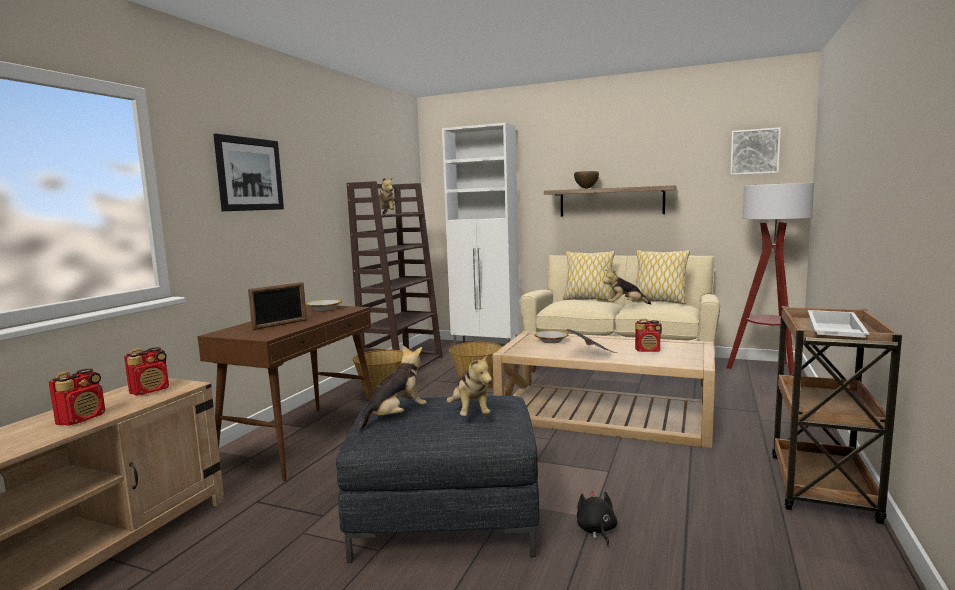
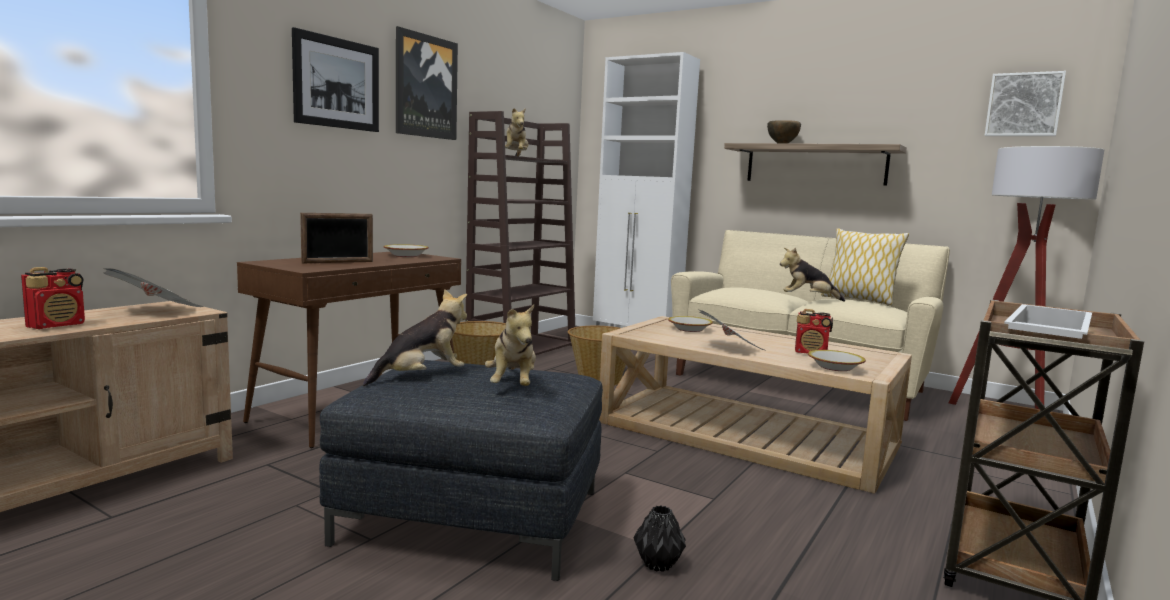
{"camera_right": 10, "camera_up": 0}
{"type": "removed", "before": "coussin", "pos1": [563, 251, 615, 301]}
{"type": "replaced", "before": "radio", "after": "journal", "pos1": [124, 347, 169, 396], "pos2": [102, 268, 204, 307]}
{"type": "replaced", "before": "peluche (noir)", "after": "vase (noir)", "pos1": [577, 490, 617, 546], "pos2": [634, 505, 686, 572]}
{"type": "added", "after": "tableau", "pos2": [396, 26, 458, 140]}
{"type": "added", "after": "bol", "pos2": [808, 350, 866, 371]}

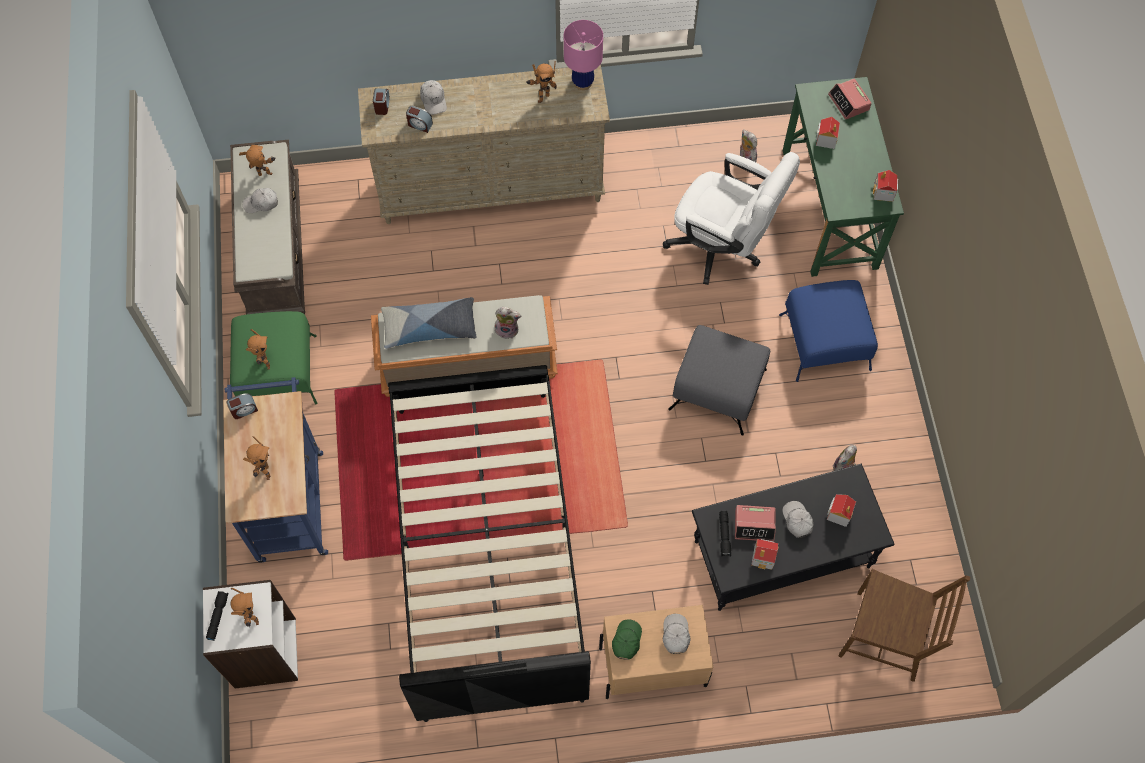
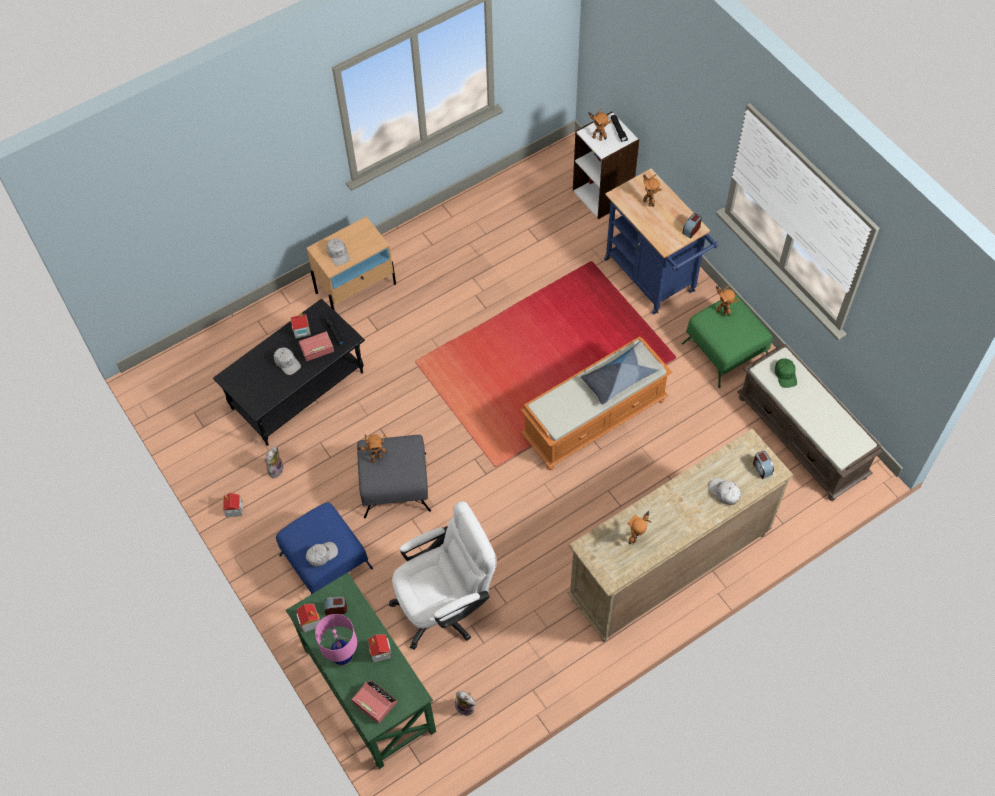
{"camera_right": 155, "camera_up": -5}
{"type": "moved", "before": "lampe de table (rose)", "pos1": [564, 20, 603, 90], "pos2": [315, 614, 357, 666]}
{"type": "moved", "before": "réveil", "pos1": [406, 106, 433, 133], "pos2": [324, 596, 347, 615]}
{"type": "moved", "before": "robot jouet", "pos1": [239, 145, 276, 176], "pos2": [358, 433, 387, 463]}
{"type": "turned", "before": "chaise de bureau (blanc)", "pos1": [663, 152, 800, 285], "pos2": [389, 501, 497, 650], "turn": 150}
{"type": "moved", "before": "casquette (blanc)", "pos1": [242, 188, 278, 213], "pos2": [306, 542, 338, 567]}
{"type": "removed", "before": "peluche", "pos1": [495, 307, 521, 339]}
{"type": "removed", "before": "lit (noir)", "pos1": [388, 365, 591, 722]}
{"type": "moved", "before": "maison miniature", "pos1": [827, 494, 856, 527], "pos2": [223, 493, 243, 517]}
{"type": "removed", "before": "chaise (marron)", "pos1": [838, 569, 970, 682]}
{"type": "moved", "before": "casquette (vert)", "pos1": [612, 619, 642, 659], "pos2": [775, 358, 797, 388]}

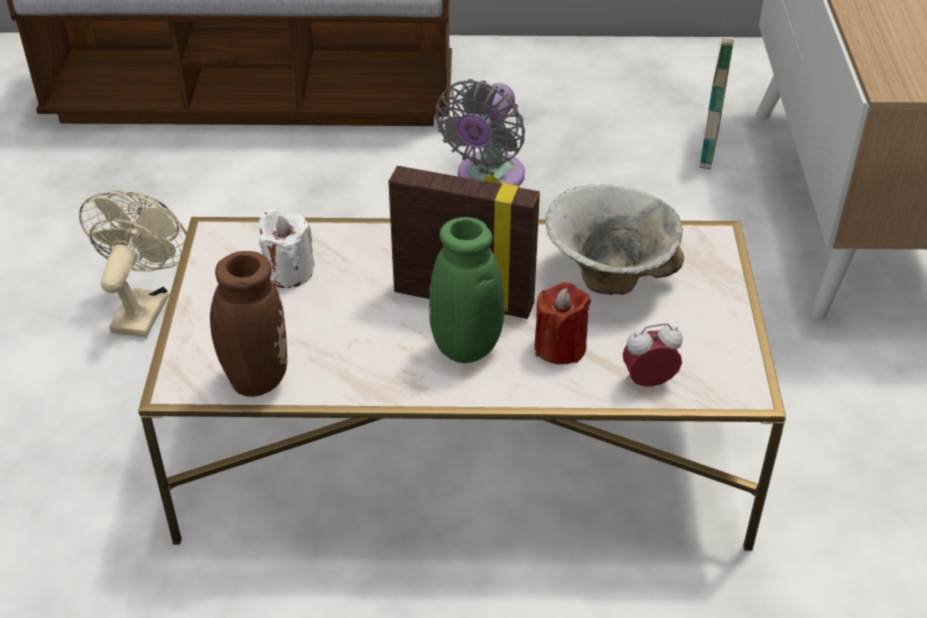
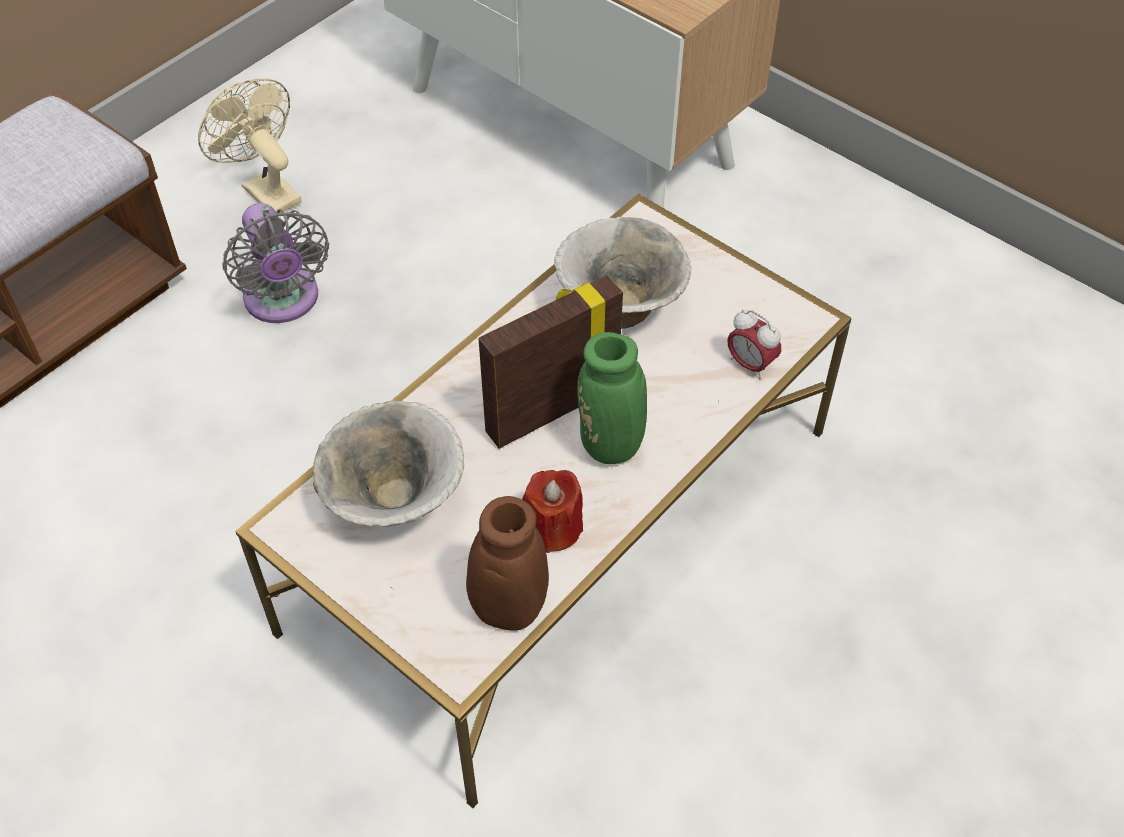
{"camera_right": -50, "camera_up": 10}
{"type": "removed", "before": "panier", "pos1": [700, 19, 736, 169]}
{"type": "moved", "before": "ventilateur (beige)", "pos1": [79, 191, 187, 337], "pos2": [198, 78, 301, 213]}
{"type": "replaced", "before": "bougie (blanc)", "after": "bol", "pos1": [259, 208, 315, 288], "pos2": [312, 400, 464, 526]}
{"type": "moved", "before": "bougie (rouge)", "pos1": [535, 282, 591, 365], "pos2": [522, 470, 583, 553]}
{"type": "turned", "before": "réveil", "pos1": [623, 323, 683, 387], "pos2": [727, 310, 781, 379], "turn": -75}

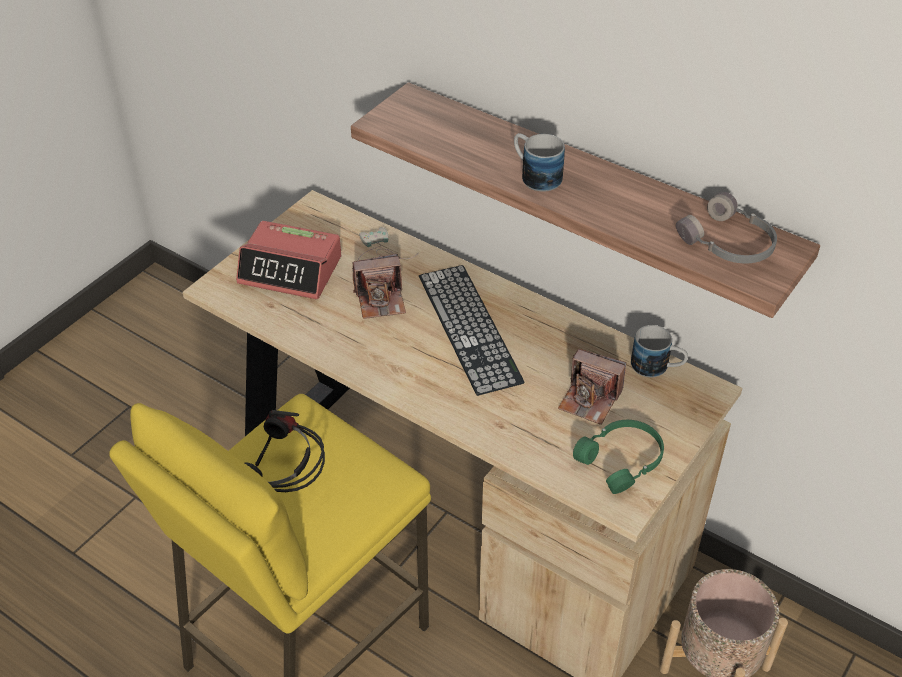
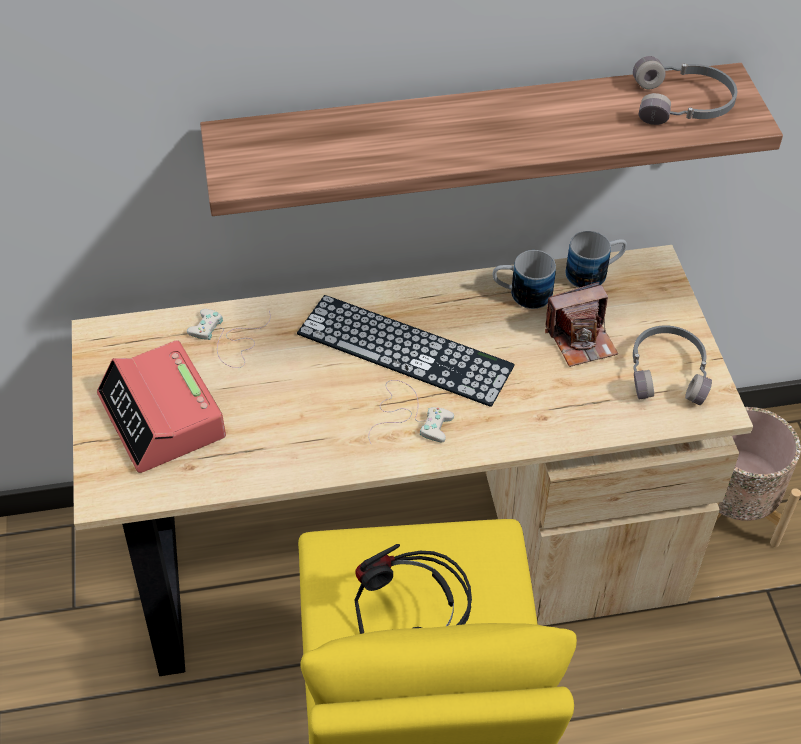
{"camera_right": -45, "camera_up": 5}
{"type": "moved", "before": "mug", "pos1": [514, 133, 565, 192], "pos2": [493, 250, 556, 309]}
{"type": "turned", "before": "réveil", "pos1": [236, 221, 341, 299], "pos2": [97, 340, 226, 473], "turn": 90}
{"type": "removed", "before": "appareil photo", "pos1": [352, 254, 406, 319]}
{"type": "recoloured", "before": "casque audio (vert)", "after": "casque audio (gris)", "pos1": [573, 420, 664, 494], "pos2": [633, 325, 712, 405]}
{"type": "added", "after": "manette (blanc)", "pos2": [368, 380, 454, 445]}

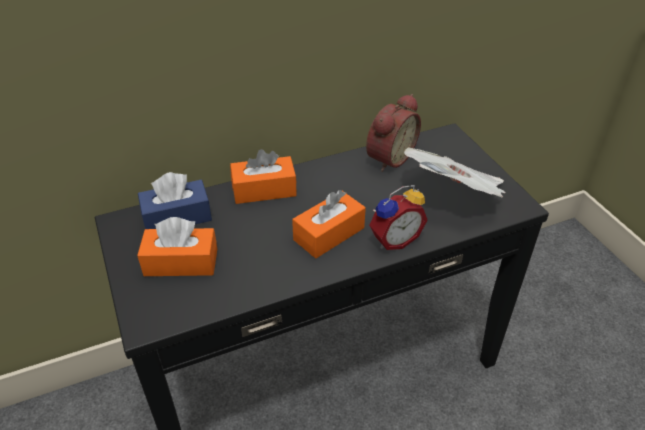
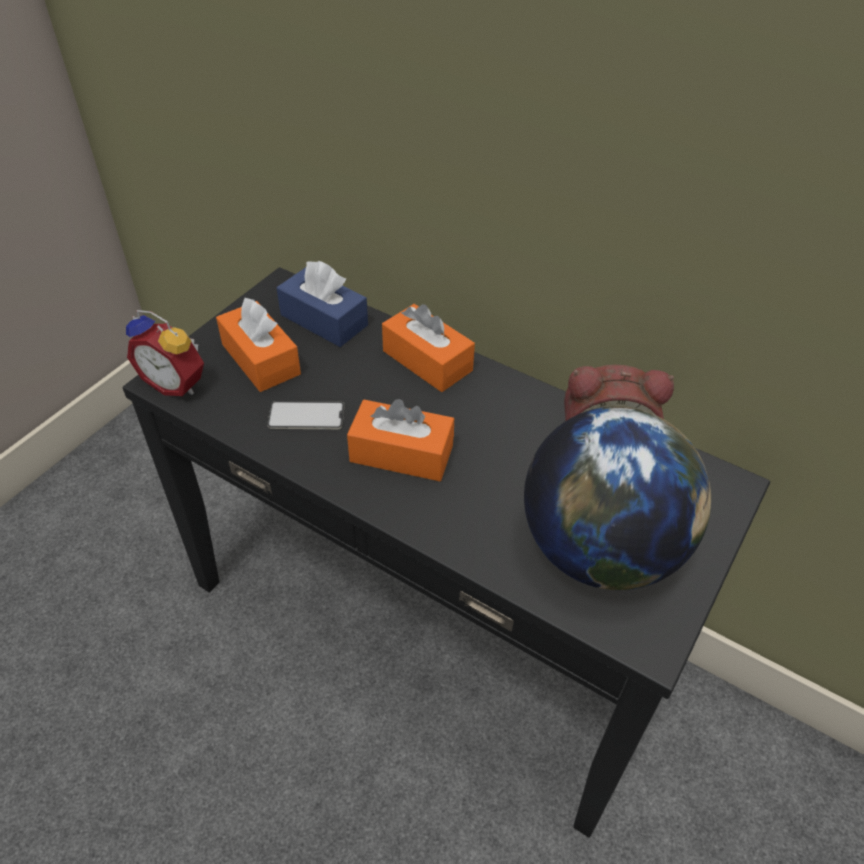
{"camera_right": 55, "camera_up": 5}
{"type": "replaced", "before": "journal", "after": "globe", "pos1": [404, 148, 506, 197], "pos2": [524, 406, 711, 590]}
{"type": "moved", "before": "réveil", "pos1": [369, 185, 427, 250], "pos2": [126, 310, 204, 396]}
{"type": "added", "after": "téléphone", "pos2": [267, 401, 344, 429]}

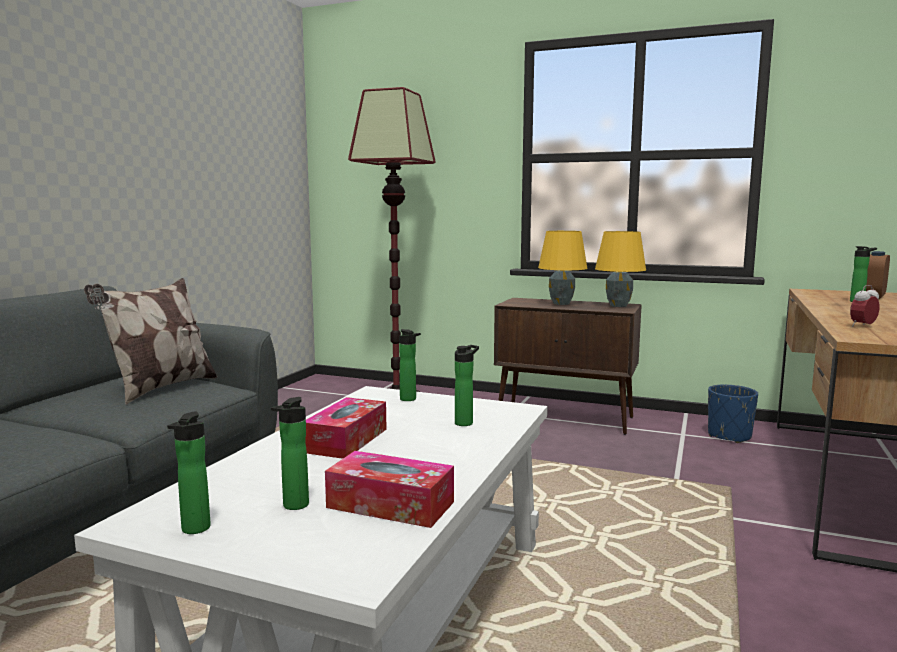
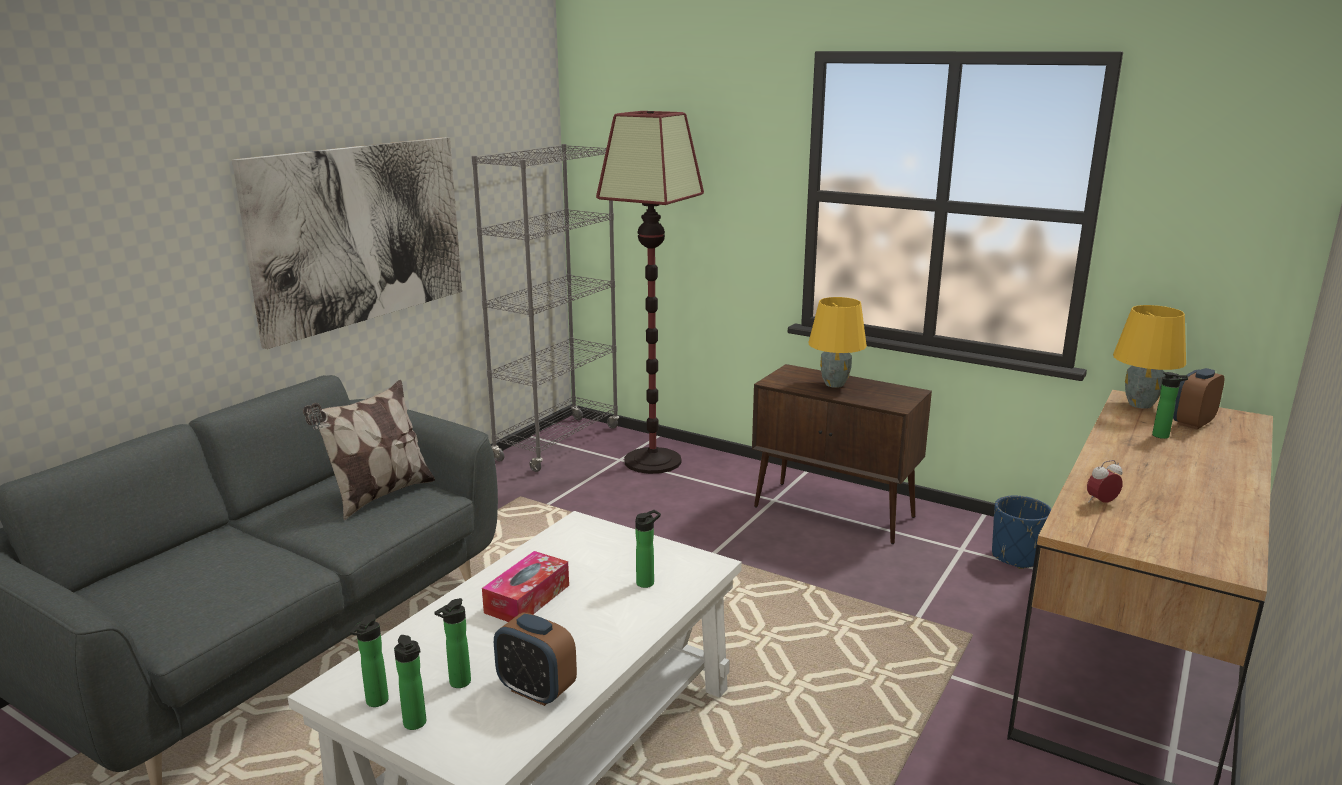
{"camera_right": 10, "camera_up": 10}
{"type": "moved", "before": "lampe de table (jaune)", "pos1": [595, 231, 646, 307], "pos2": [1113, 305, 1186, 409]}
{"type": "moved", "before": "bouteille", "pos1": [399, 329, 421, 401], "pos2": [394, 635, 426, 730]}
{"type": "replaced", "before": "boîte à mouchoirs", "after": "réveil", "pos1": [325, 451, 454, 528], "pos2": [494, 612, 577, 706]}
{"type": "added", "after": "tableau", "pos2": [232, 137, 462, 349]}
{"type": "added", "after": "bibliothèque (gris)", "pos2": [472, 144, 619, 472]}

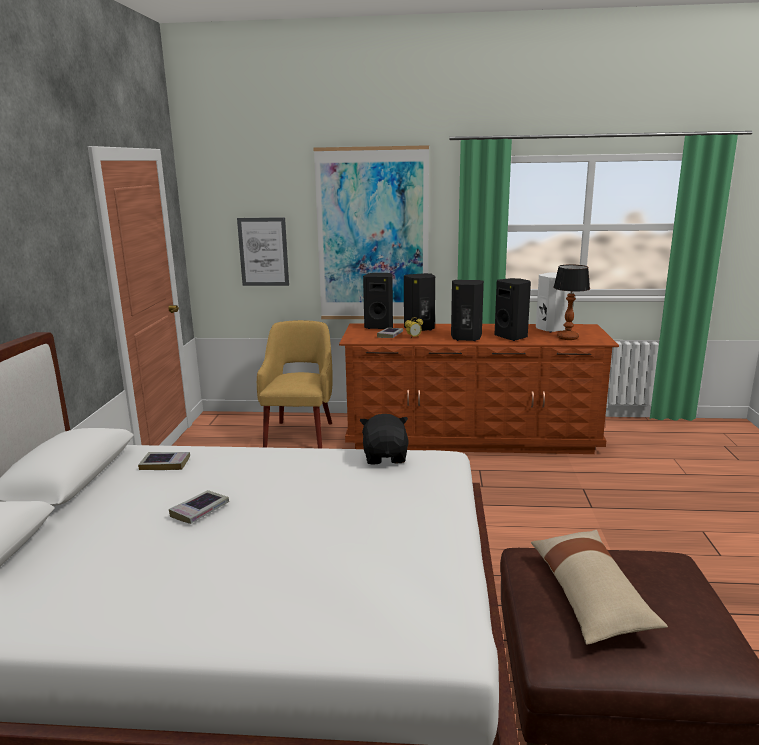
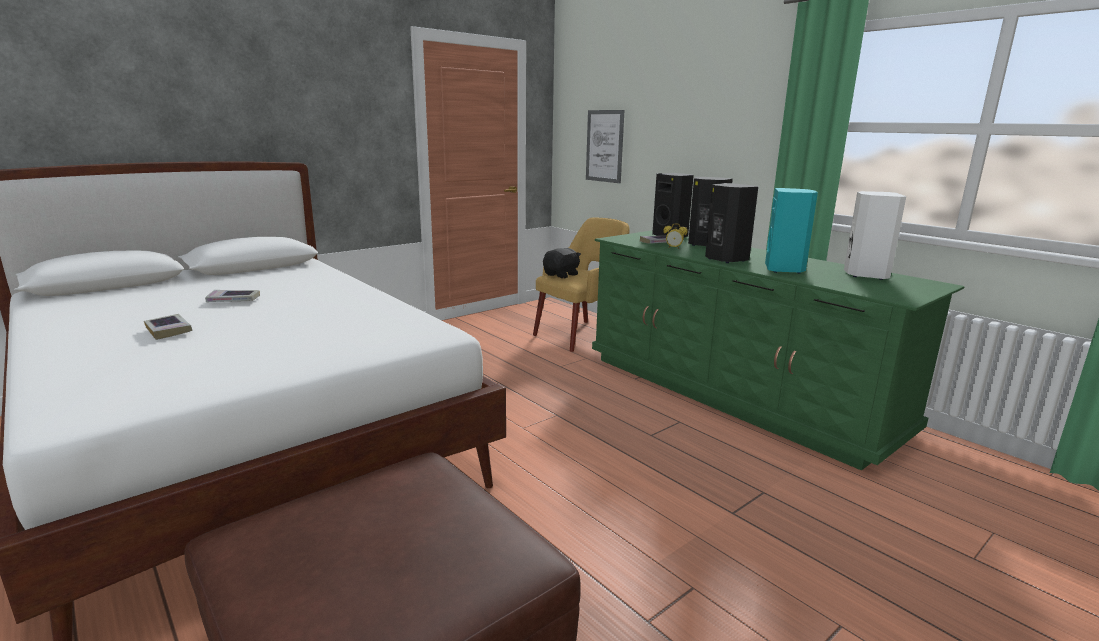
{"camera_right": 45, "camera_up": 0}
{"type": "removed", "before": "tableau", "pos1": [313, 145, 429, 319]}
{"type": "removed", "before": "lampe de table", "pos1": [553, 264, 590, 340]}
{"type": "recoloured", "before": "enceinte (noir)", "after": "enceinte (turquoise)", "pos1": [494, 278, 531, 341], "pos2": [765, 188, 818, 273]}
{"type": "recoloured", "before": "commode (marron)", "after": "commode (vert)", "pos1": [339, 323, 619, 454], "pos2": [592, 230, 965, 471]}
{"type": "moved", "before": "peluche (noir)", "pos1": [360, 414, 409, 464], "pos2": [543, 248, 581, 279]}
{"type": "moved", "before": "livre", "pos1": [138, 452, 190, 470], "pos2": [144, 314, 192, 340]}
{"type": "removed", "before": "coussin (beige)", "pos1": [531, 530, 668, 644]}

